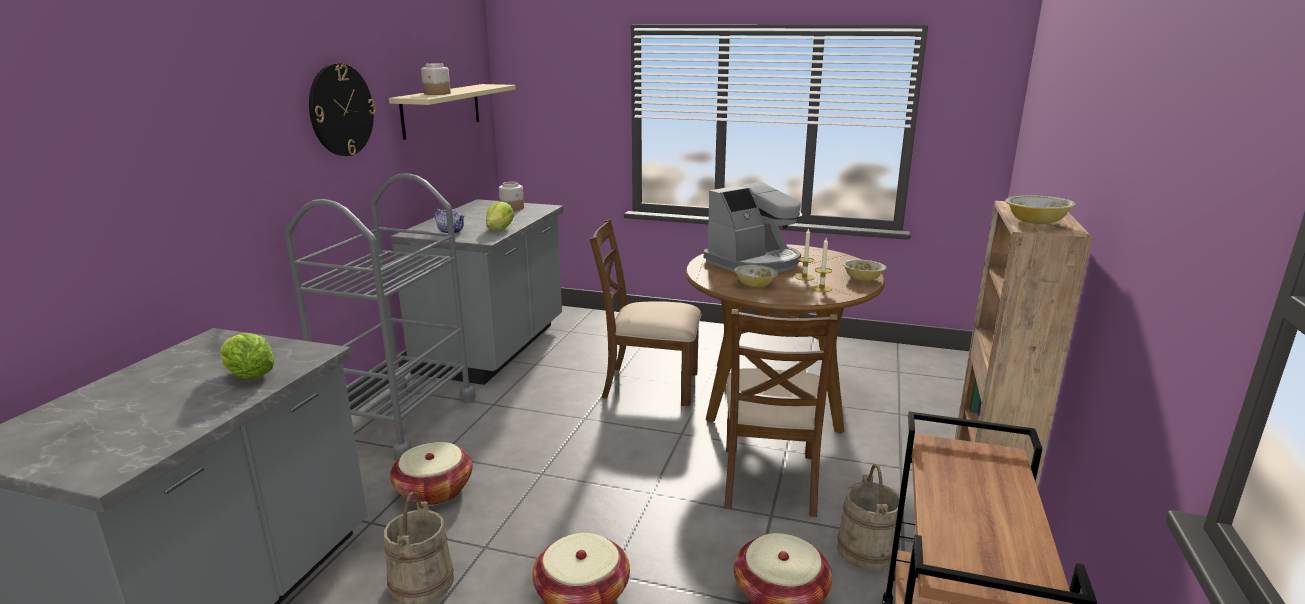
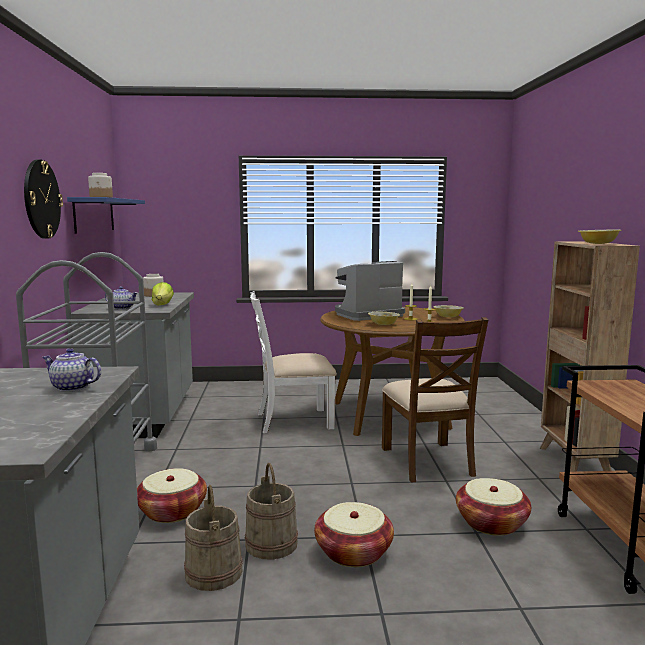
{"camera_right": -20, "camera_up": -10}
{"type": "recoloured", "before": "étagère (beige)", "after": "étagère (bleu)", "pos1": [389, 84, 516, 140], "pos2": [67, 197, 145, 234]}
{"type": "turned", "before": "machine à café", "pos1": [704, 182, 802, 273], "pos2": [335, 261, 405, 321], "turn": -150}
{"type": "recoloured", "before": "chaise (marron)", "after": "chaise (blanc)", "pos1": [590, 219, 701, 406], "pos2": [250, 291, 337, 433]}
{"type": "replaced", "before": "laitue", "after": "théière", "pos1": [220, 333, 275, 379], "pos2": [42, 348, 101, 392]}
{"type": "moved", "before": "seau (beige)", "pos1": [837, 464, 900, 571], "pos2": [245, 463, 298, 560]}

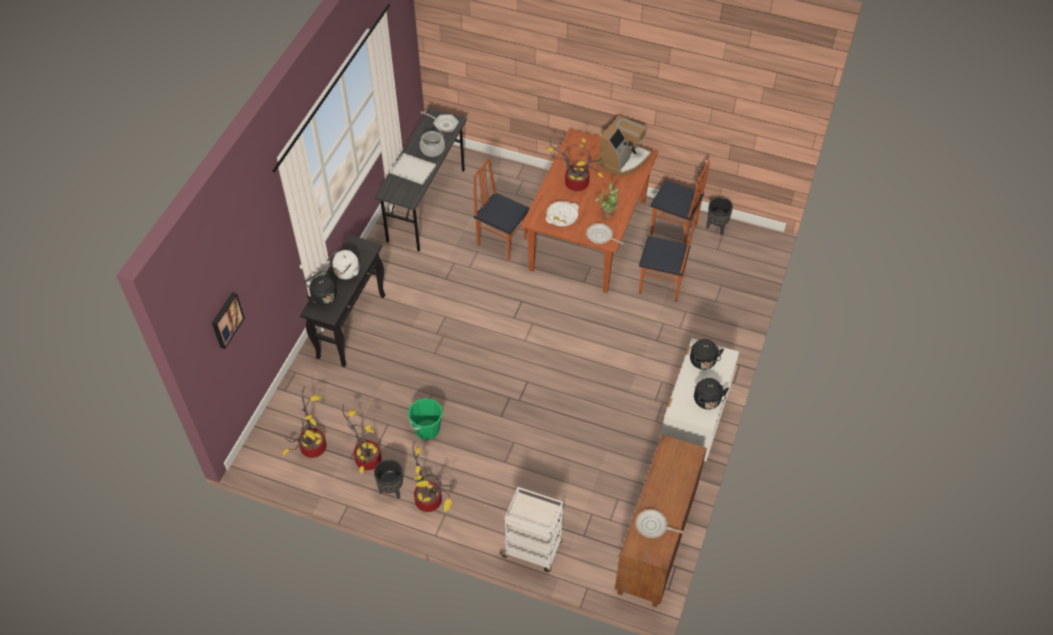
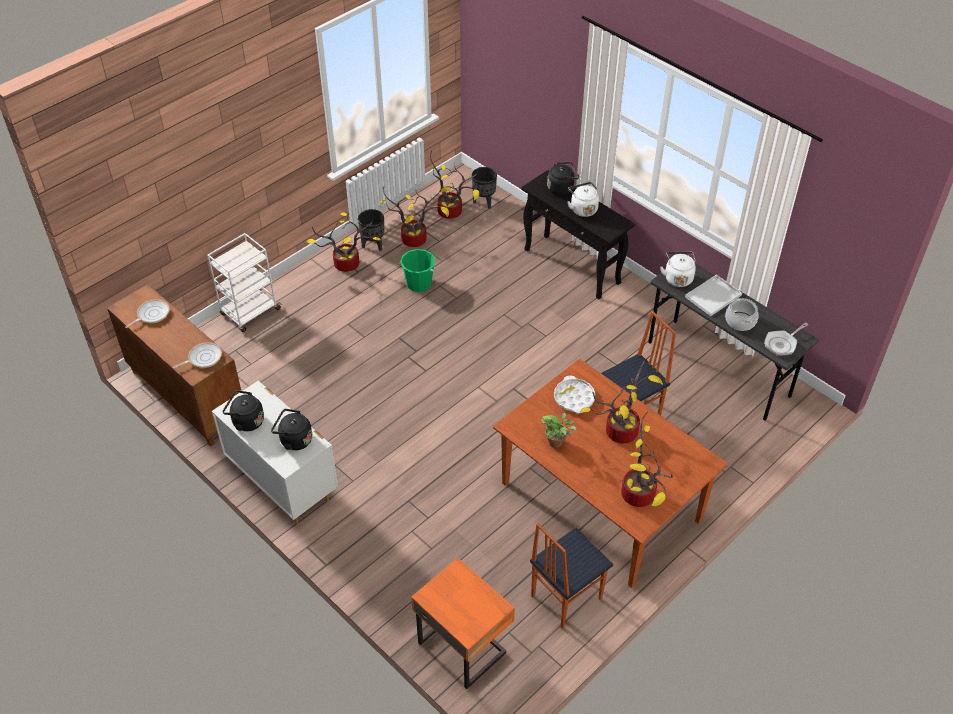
{"camera_right": 115, "camera_up": -5}
{"type": "replaced", "before": "machine à café", "after": "plante en pot", "pos1": [596, 115, 653, 177], "pos2": [621, 412, 673, 507]}
{"type": "moved", "before": "cache-pot (noir)", "pos1": [706, 197, 733, 235], "pos2": [472, 167, 497, 208]}
{"type": "removed", "before": "chaise", "pos1": [639, 213, 697, 302]}
{"type": "moved", "before": "poêle", "pos1": [586, 223, 624, 244], "pos2": [173, 342, 222, 368]}
{"type": "removed", "before": "tableau", "pos1": [212, 292, 245, 349]}
{"type": "added", "after": "bouilloire (blanc)", "pos2": [660, 252, 696, 287]}
{"type": "added", "after": "table de chevet (orange)", "pos2": [411, 558, 515, 689]}

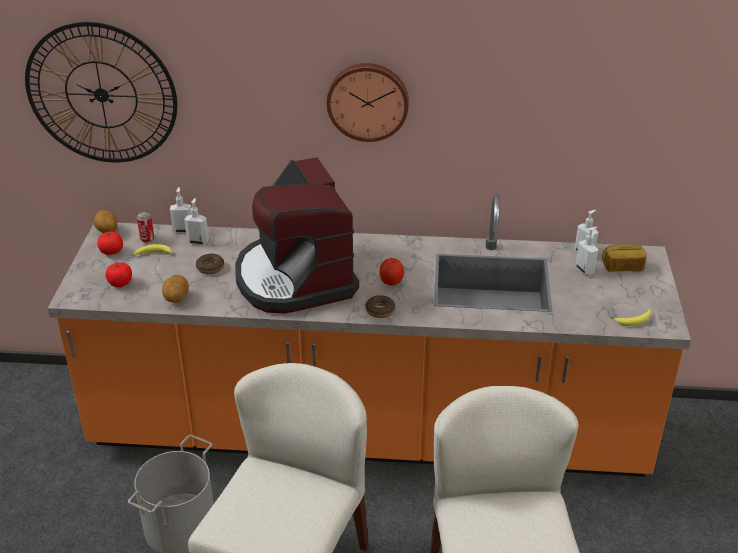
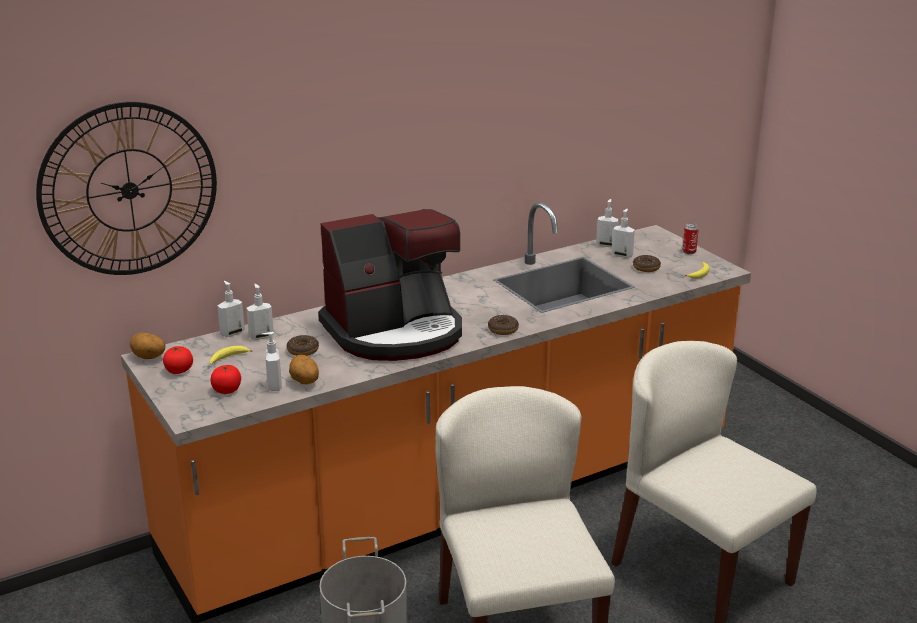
{"camera_right": -35, "camera_up": -10}
{"type": "removed", "before": "horloge murale", "pos1": [327, 63, 409, 142]}
{"type": "turned", "before": "machine à café", "pos1": [235, 157, 359, 313], "pos2": [318, 209, 462, 361], "turn": -60}
{"type": "moved", "before": "boîte métallique", "pos1": [137, 212, 154, 243], "pos2": [682, 223, 699, 254]}
{"type": "removed", "before": "pain", "pos1": [602, 244, 647, 272]}
{"type": "removed", "before": "pomme", "pos1": [379, 258, 404, 286]}
{"type": "added", "after": "beignet", "pos2": [633, 255, 661, 272]}
{"type": "added", "after": "distributeur de savon", "pos2": [262, 332, 282, 391]}

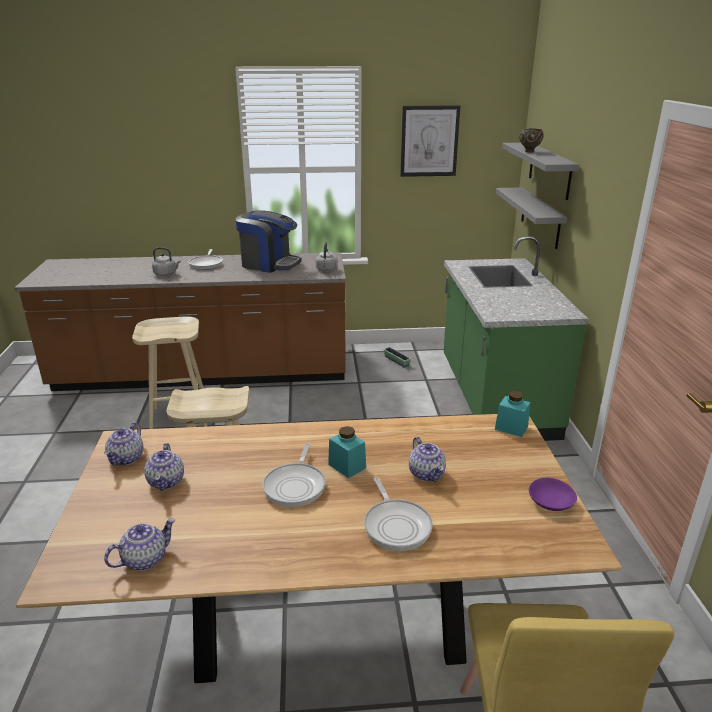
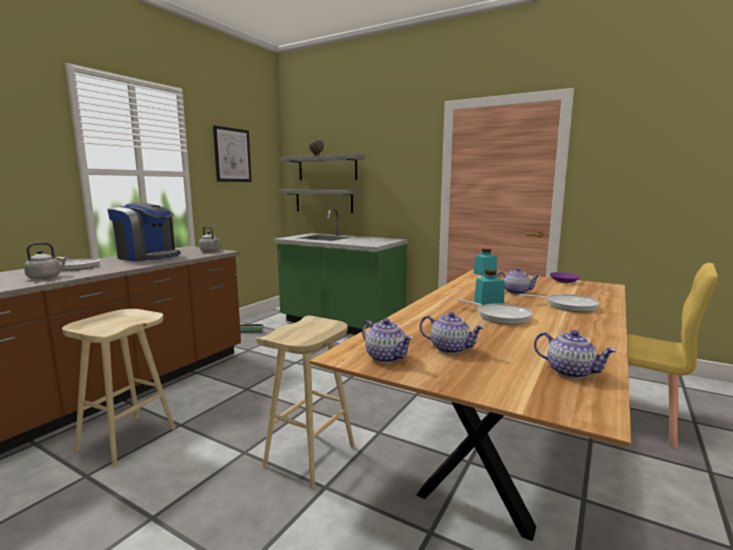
{"camera_right": -55, "camera_up": -15}
{"type": "turned", "before": "machine à café", "pos1": [236, 210, 302, 273], "pos2": [107, 203, 181, 262], "turn": 60}
{"type": "turned", "before": "théière", "pos1": [104, 518, 176, 571], "pos2": [534, 330, 617, 379], "turn": 135}

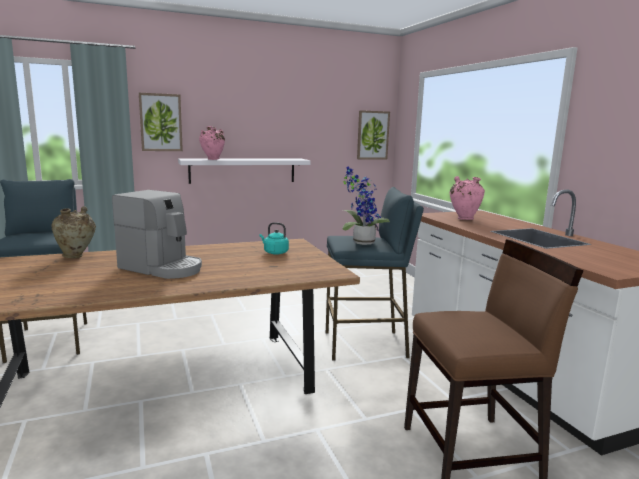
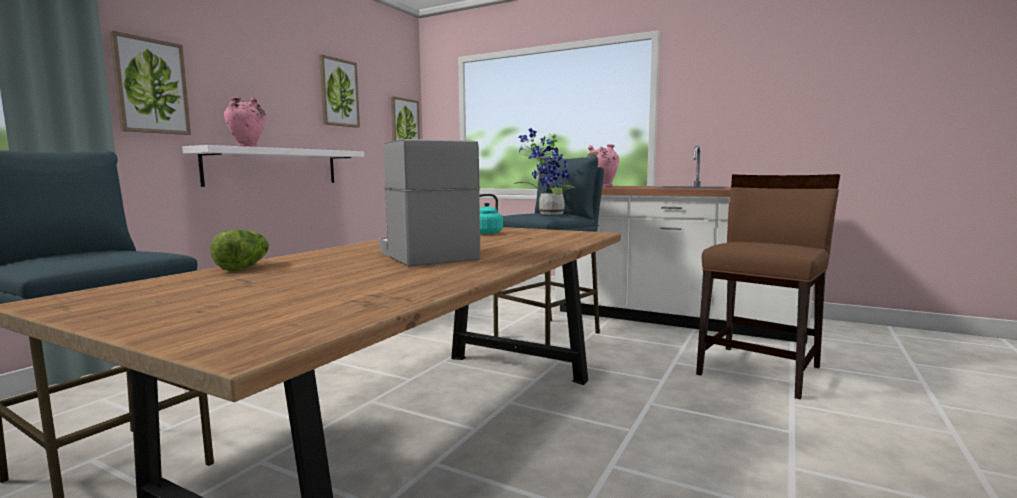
{"camera_right": -40, "camera_up": -5}
{"type": "turned", "before": "machine à café", "pos1": [112, 190, 202, 279], "pos2": [378, 139, 480, 267], "turn": -105}
{"type": "replaced", "before": "vase (beige)", "after": "laitue", "pos1": [51, 206, 96, 258], "pos2": [210, 229, 269, 271]}
{"type": "added", "after": "tableau", "pos2": [319, 55, 360, 128]}

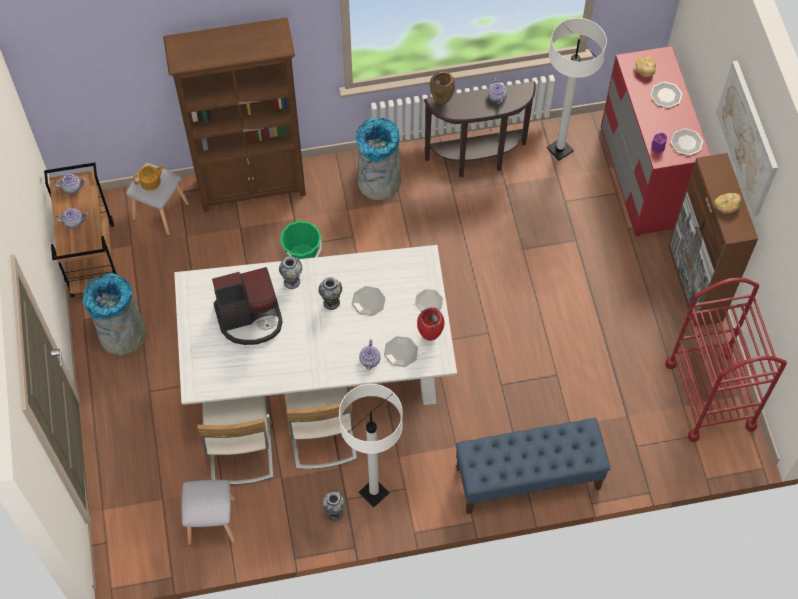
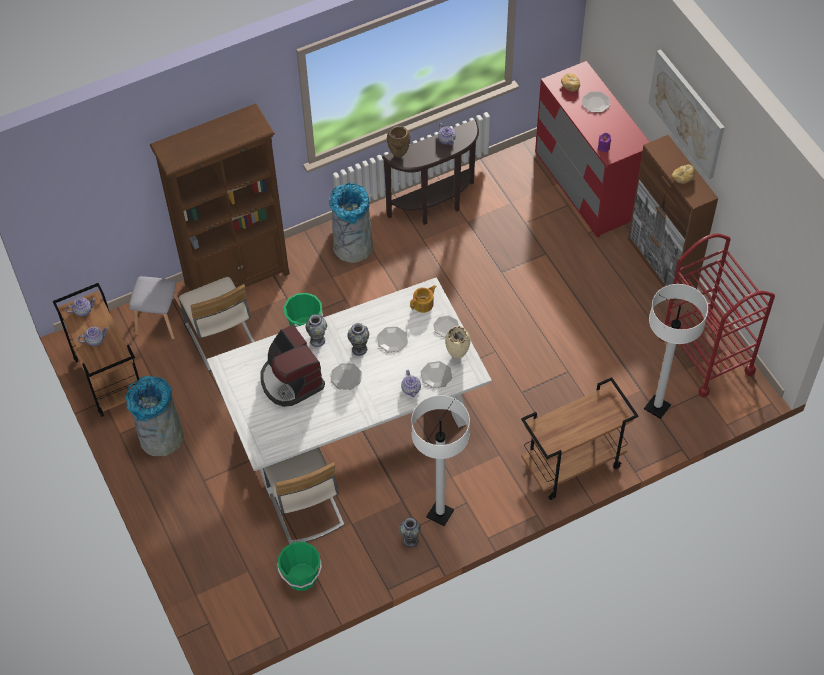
{"camera_right": -15, "camera_up": -5}
{"type": "moved", "before": "lampadaire (blanc)", "pos1": [547, 18, 607, 160], "pos2": [644, 284, 708, 419]}
{"type": "moved", "before": "assiette", "pos1": [671, 128, 704, 156], "pos2": [331, 363, 362, 390]}
{"type": "moved", "before": "théière", "pos1": [133, 165, 164, 191], "pos2": [410, 285, 437, 313]}
{"type": "turned", "before": "machine à café", "pos1": [212, 267, 283, 345], "pos2": [261, 324, 325, 407], "turn": 90}
{"type": "recoloured", "before": "vase (rouge)", "after": "vase (beige)", "pos1": [417, 307, 445, 341], "pos2": [445, 326, 470, 359]}
{"type": "moved", "before": "chaise (beige)", "pos1": [284, 387, 357, 469], "pos2": [179, 277, 255, 371]}
{"type": "replaced", "before": "banc (bleu)", "after": "chariot (marron)", "pos1": [456, 418, 611, 514], "pos2": [521, 377, 638, 500]}
{"type": "replaced", "before": "tabouret (gris)", "after": "seau (vert)", "pos1": [181, 480, 236, 545], "pos2": [277, 542, 322, 591]}

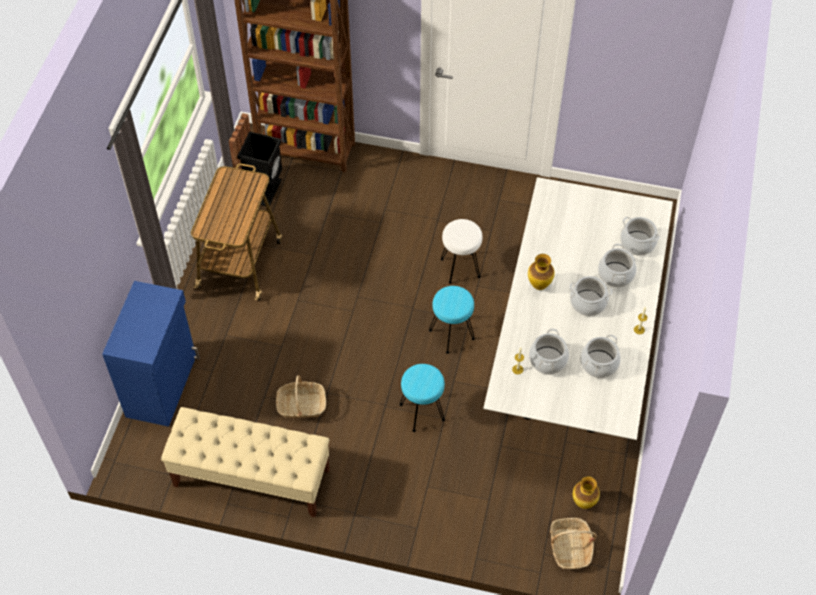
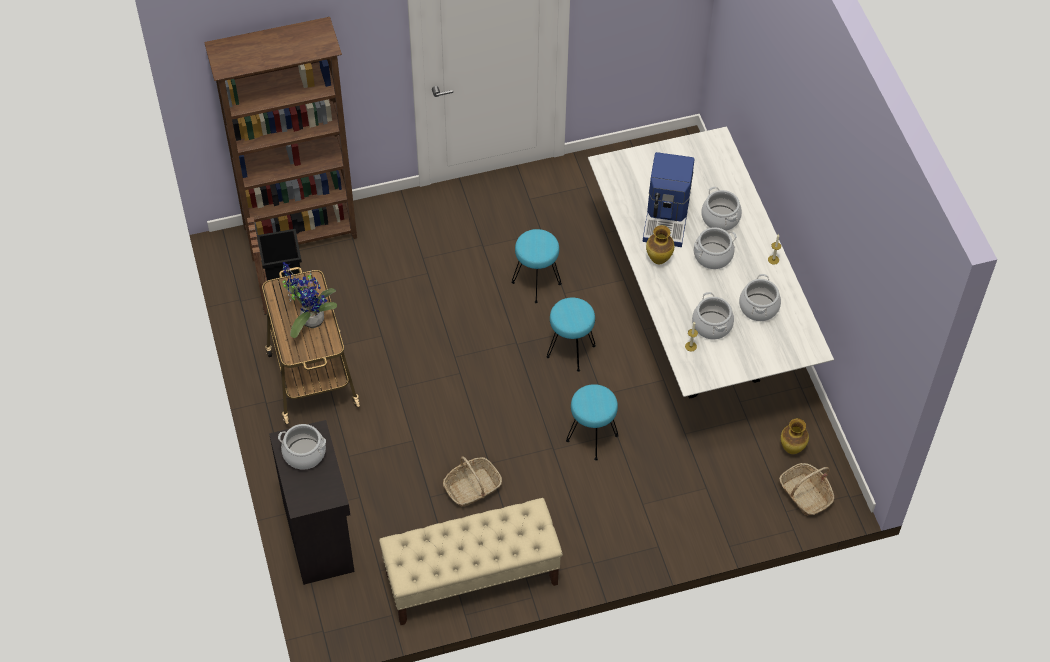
{"camera_right": -30, "camera_up": 0}
{"type": "moved", "before": "marmite", "pos1": [620, 217, 660, 256], "pos2": [278, 424, 326, 470]}
{"type": "recoloured", "before": "tabouret (blanc)", "after": "tabouret (turquoise)", "pos1": [441, 219, 483, 284], "pos2": [511, 229, 562, 303]}
{"type": "recoloured", "before": "meuble de rangement (bleu)", "after": "meuble de rangement (noir)", "pos1": [102, 281, 200, 427], "pos2": [269, 420, 355, 585]}
{"type": "added", "after": "machine à café", "pos2": [643, 152, 695, 247]}
{"type": "added", "after": "plante en pot", "pos2": [282, 262, 337, 338]}

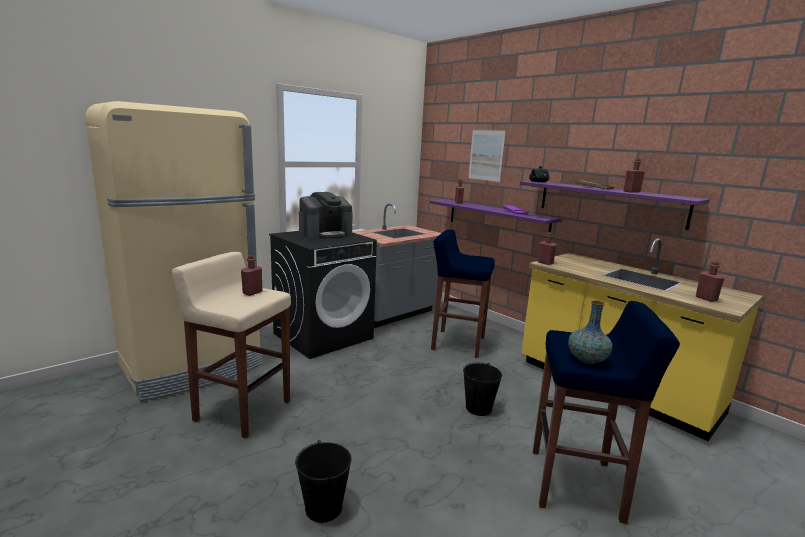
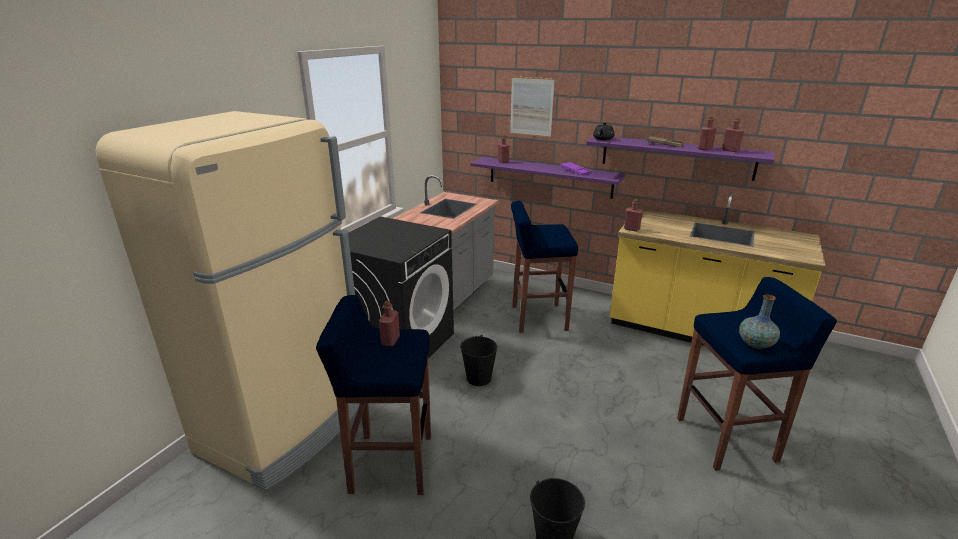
{"camera_right": -20, "camera_up": 10}
{"type": "removed", "before": "machine à café", "pos1": [299, 192, 353, 239]}
{"type": "recoloured", "before": "tabouret (beige)", "after": "tabouret (bleu)", "pos1": [171, 252, 291, 439], "pos2": [316, 295, 431, 495]}
{"type": "moved", "before": "bouteille (rouge)", "pos1": [696, 261, 724, 302], "pos2": [722, 117, 744, 152]}
{"type": "moved", "before": "seau (noir)", "pos1": [463, 362, 502, 416], "pos2": [460, 335, 497, 386]}

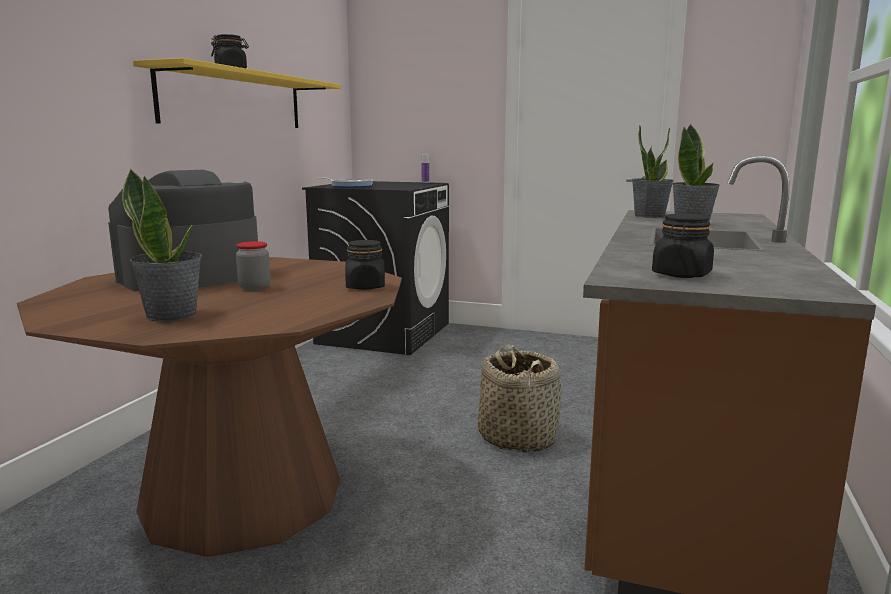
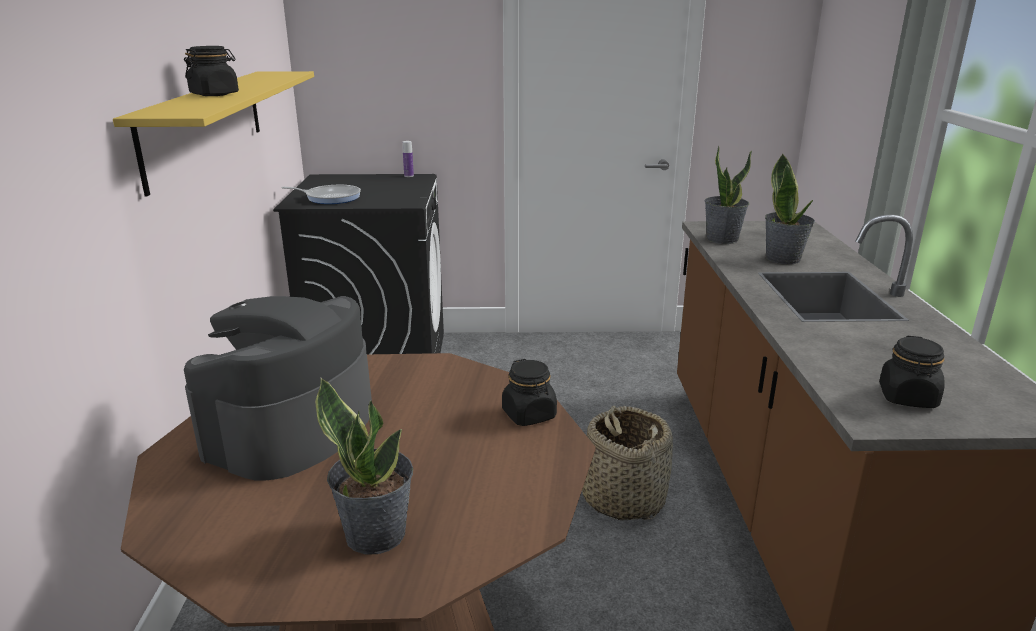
{"camera_right": -20, "camera_up": 10}
{"type": "removed", "before": "bocal", "pos1": [236, 241, 271, 291]}

